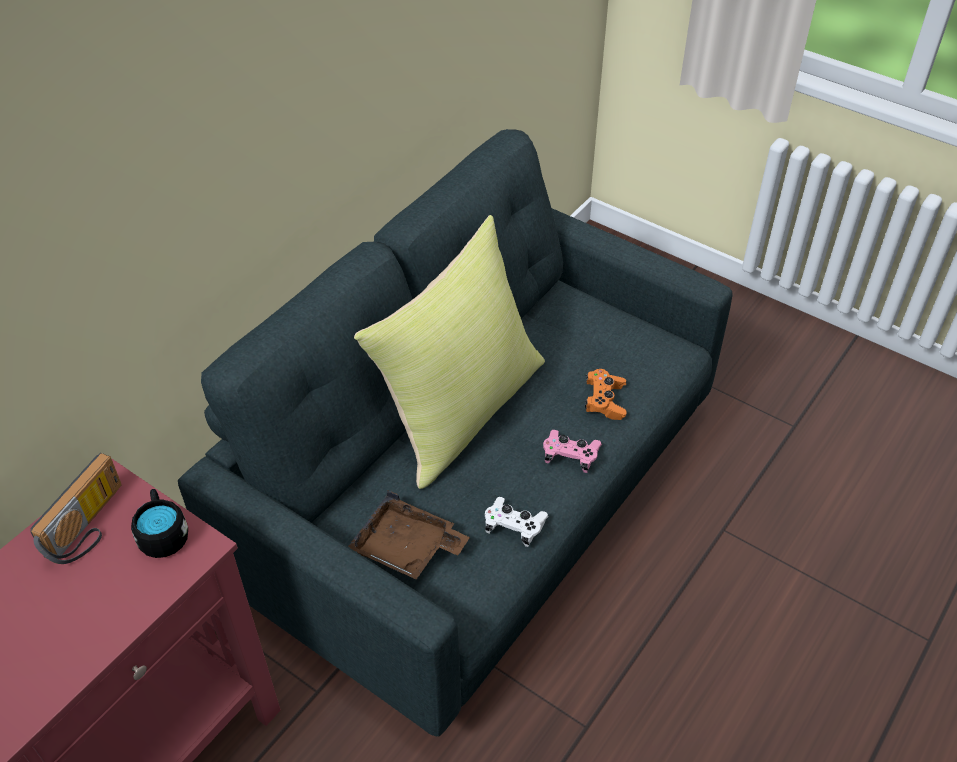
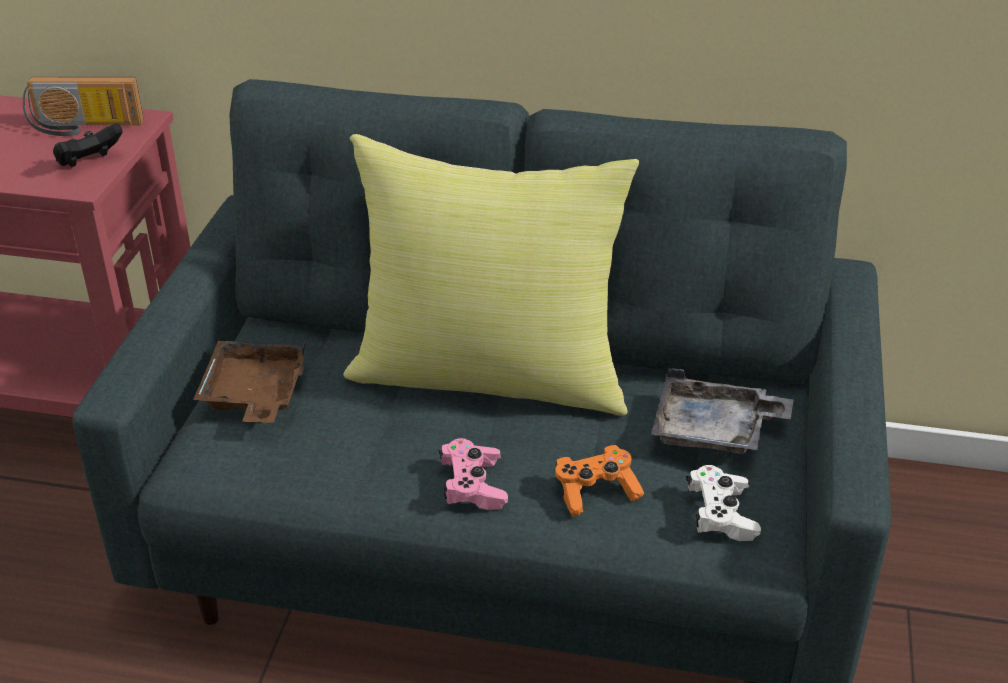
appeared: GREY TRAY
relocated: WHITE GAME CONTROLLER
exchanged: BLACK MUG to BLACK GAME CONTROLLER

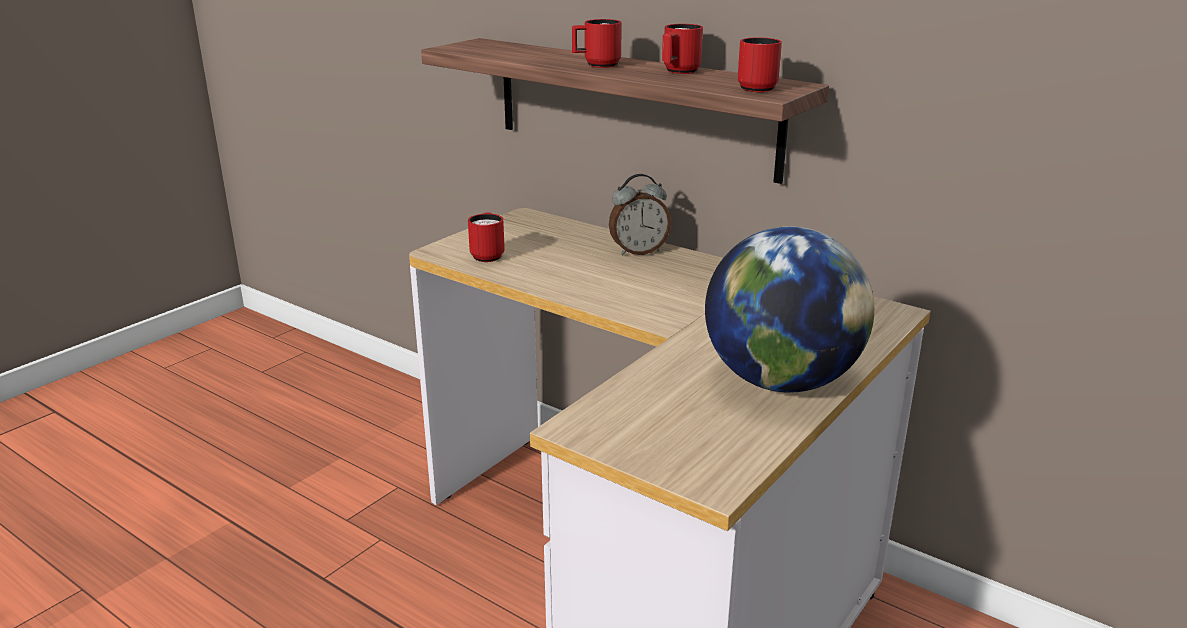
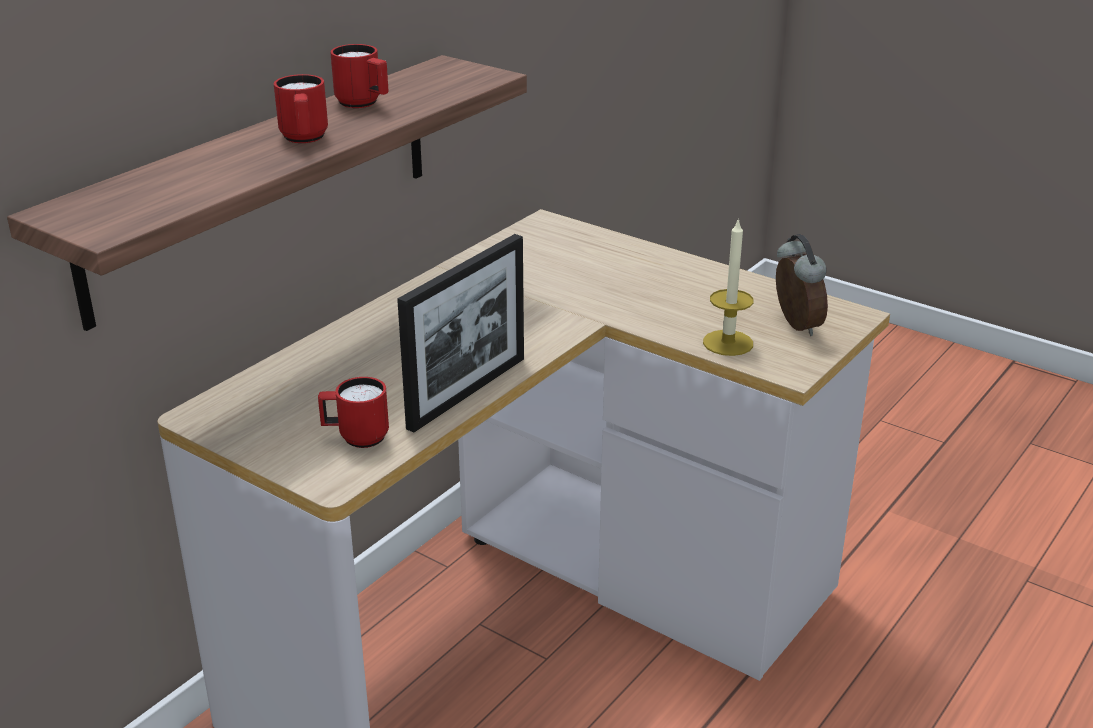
missing: GLOBE; RED MUG (no. 4 from left)
appeared: PICTURE FRAME; CANDLE
relocated: ALARM CLOCK

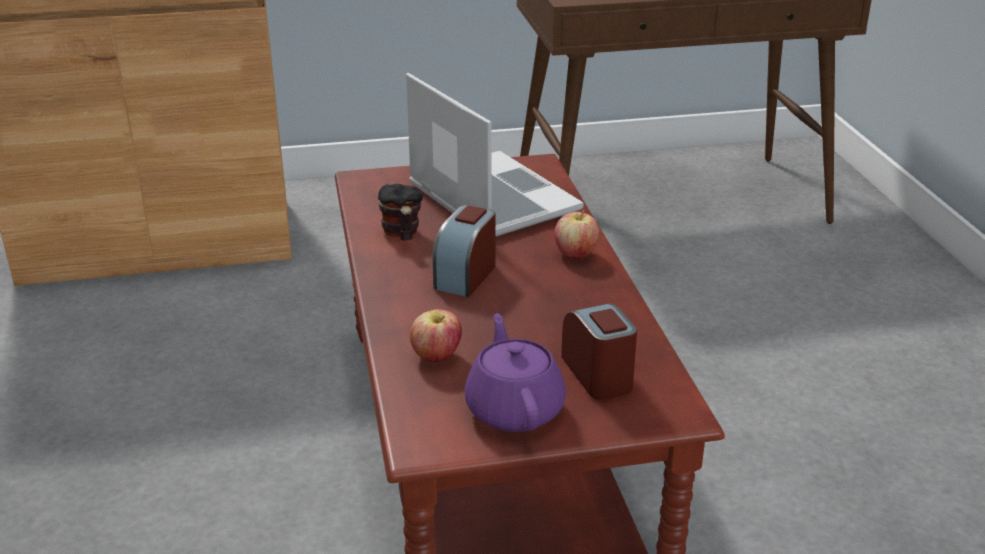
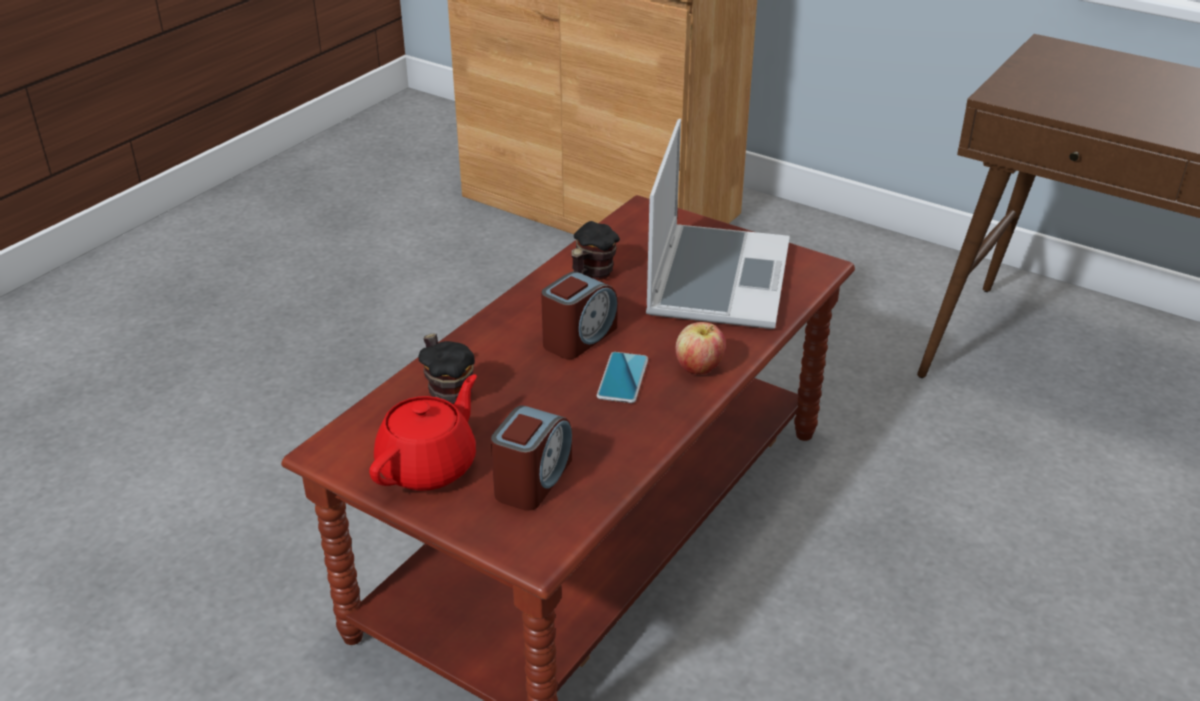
appeared: PHONE
exchanged: APPLE (no. 1 from left) to MUG (no. 1 from left)
colour: PURPLE TEAPOT to RED TEAPOT
spun: ALARM CLOCK (no. 1 from left in the first image) 150 degrees clockwise

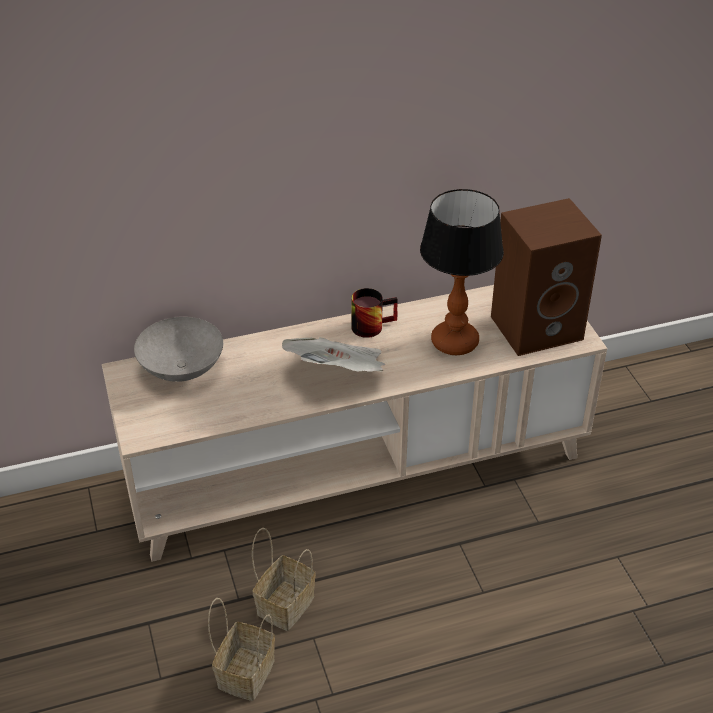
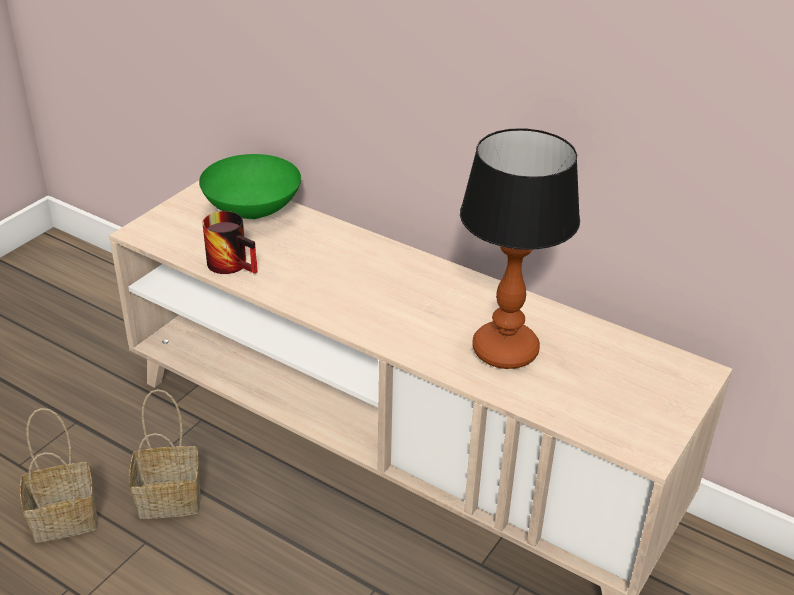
missing: NEWSPAPER; BROWN SPEAKER
relocated: MUG
colour: GREY BOWL to GREEN BOWL

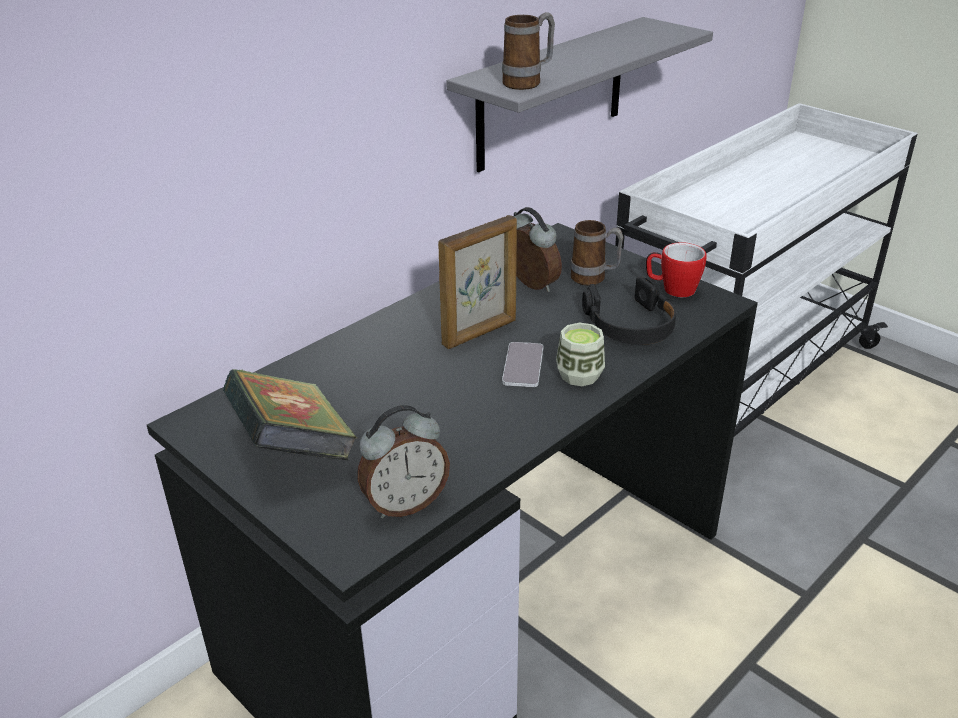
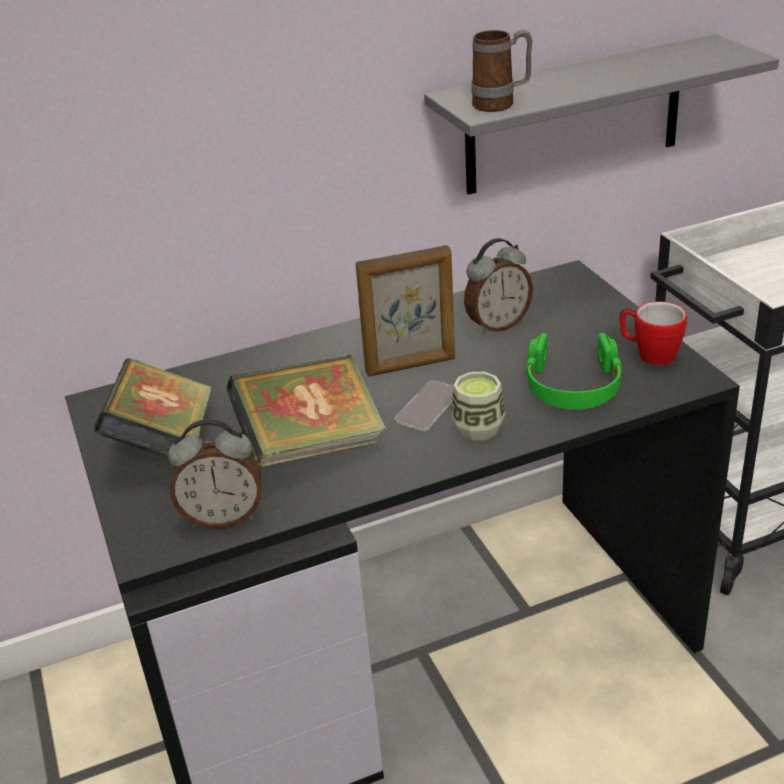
missing: MUG (no. 2 from left)
appeared: BOOK (no. 2 from left)
colour: BLACK HEADPHONES to GREEN HEADPHONES
spun: ALARM CLOCK (no. 2 from left) 75 degrees clockwise

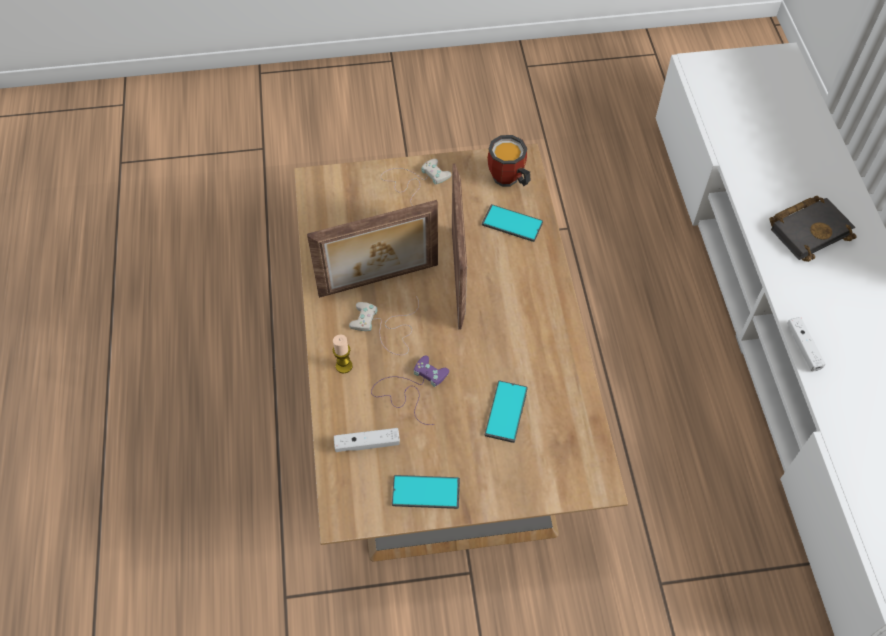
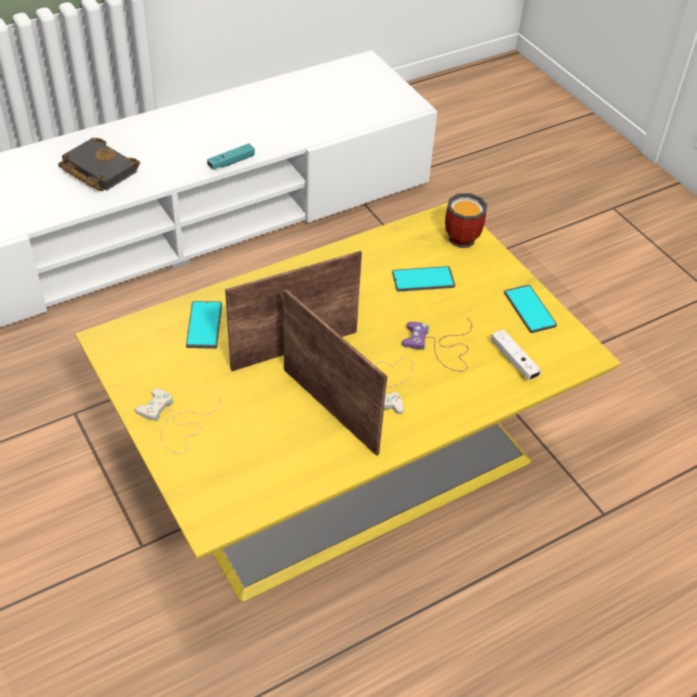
missing: CANDLE
relocated: MUG
colour: BROWN COFFEE TABLE to YELLOW COFFEE TABLE; WHITE GAME CONTROLLER (no. 4 from left) to TURQUOISE GAME CONTROLLER

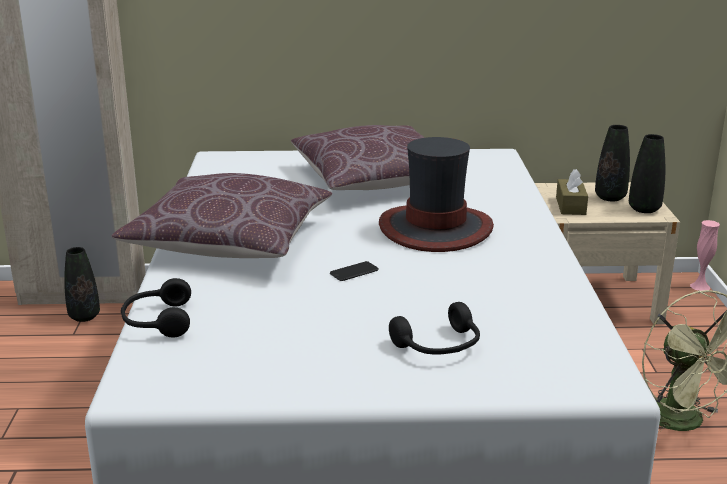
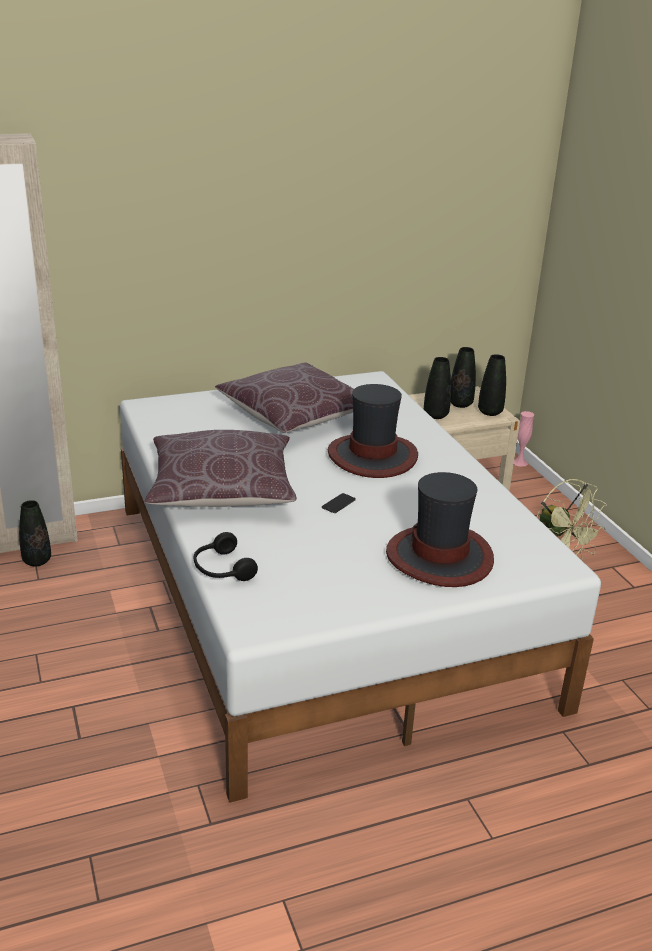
exchanged: BLACK HEADPHONES (no. 2 from left) to HAT (no. 2 from left); BROWN TISSUE BOX to BLACK VASE (no. 2 from left)

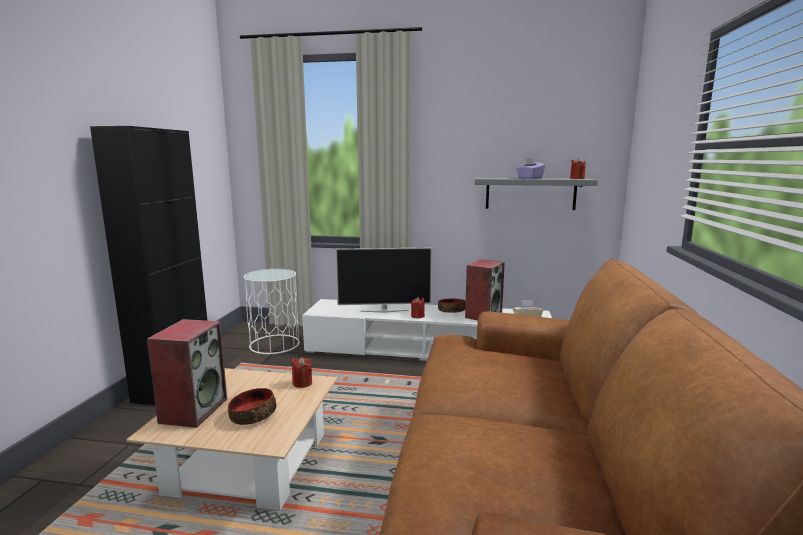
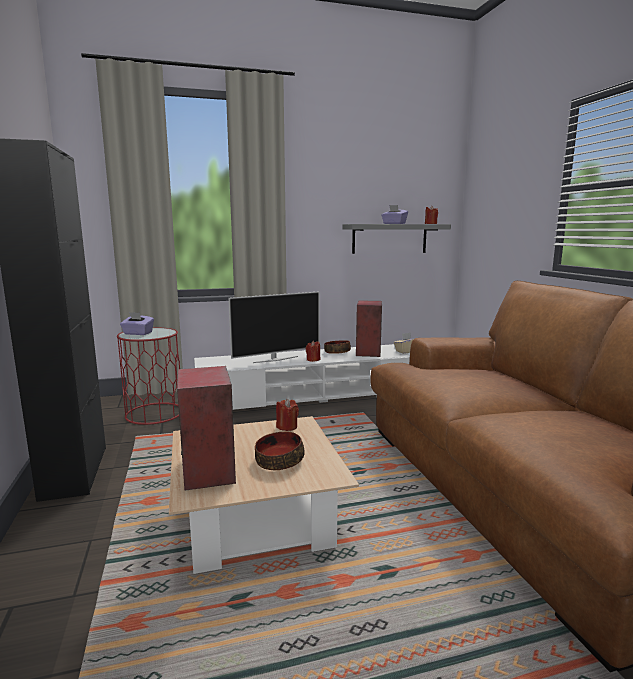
appeared: PURPLE TISSUE BOX (no. 1 from left)
colour: WHITE SIDE TABLE to RED SIDE TABLE

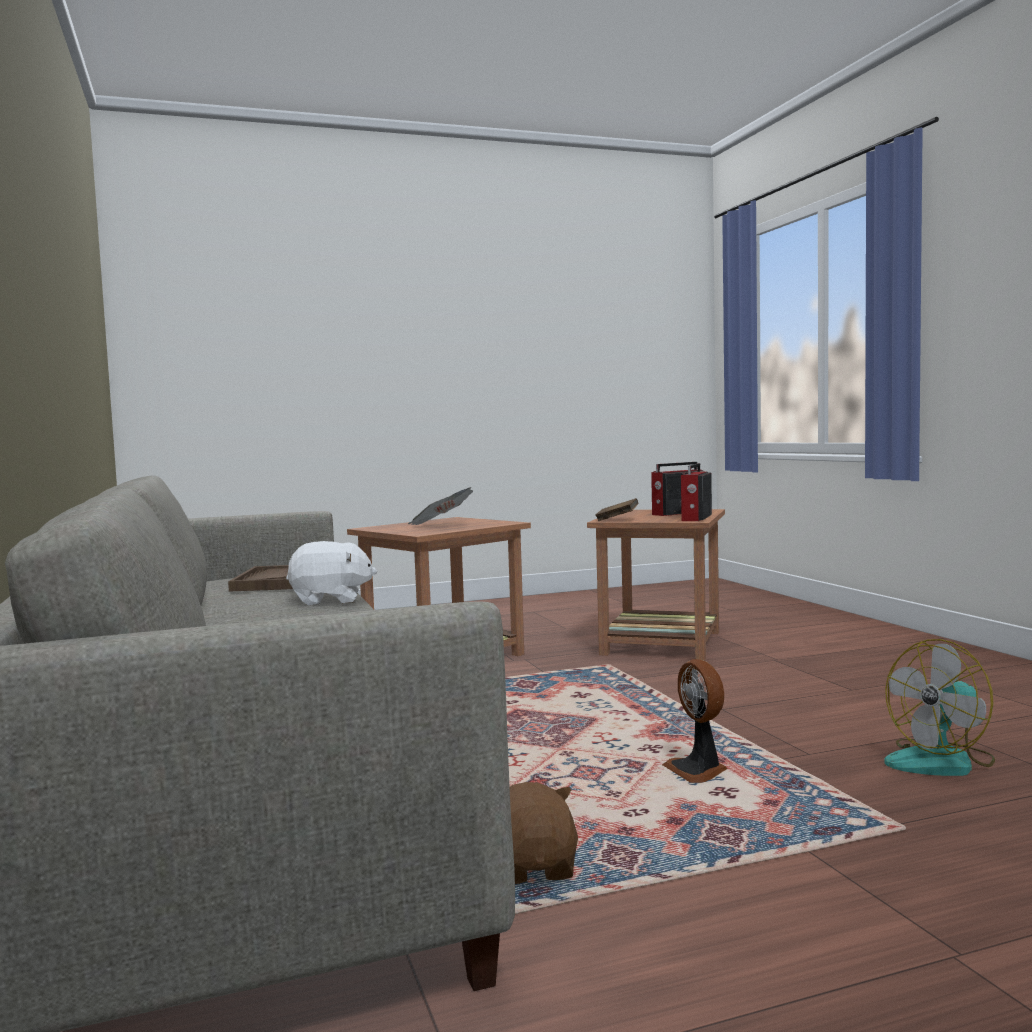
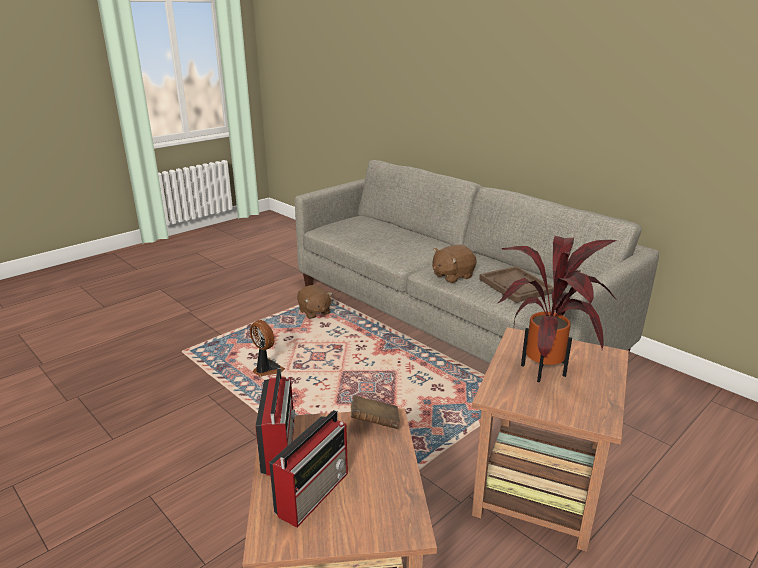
missing: FAN (no. 2 from left)
exchanged: NEWSPAPER to POTTED PLANT
colour: WHITE PLUSH TOY to BROWN PLUSH TOY (no. 2 from left)

